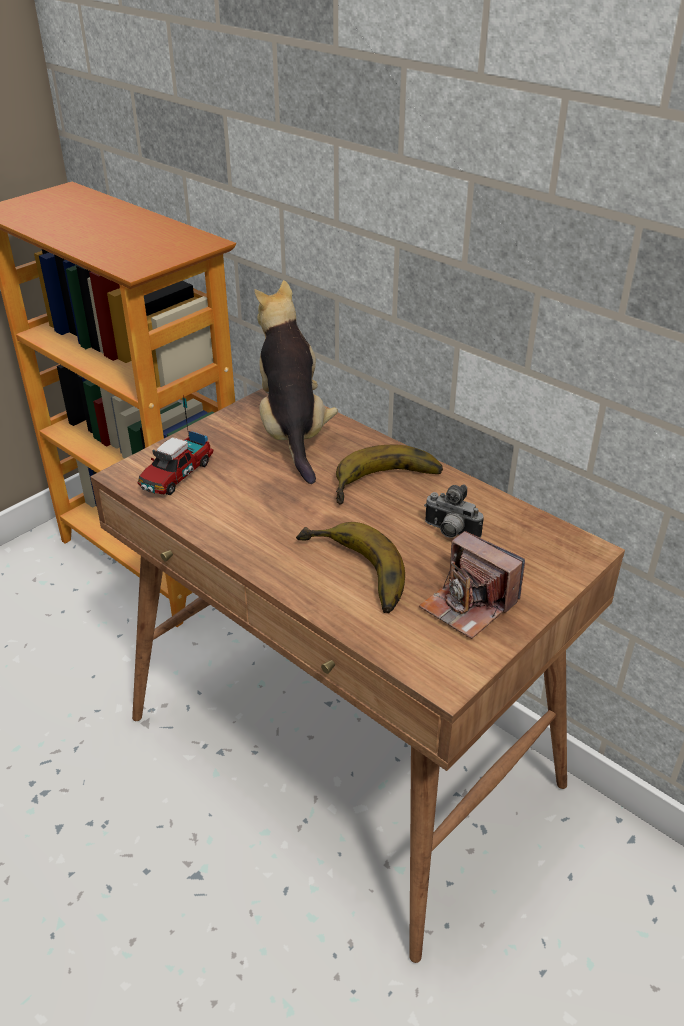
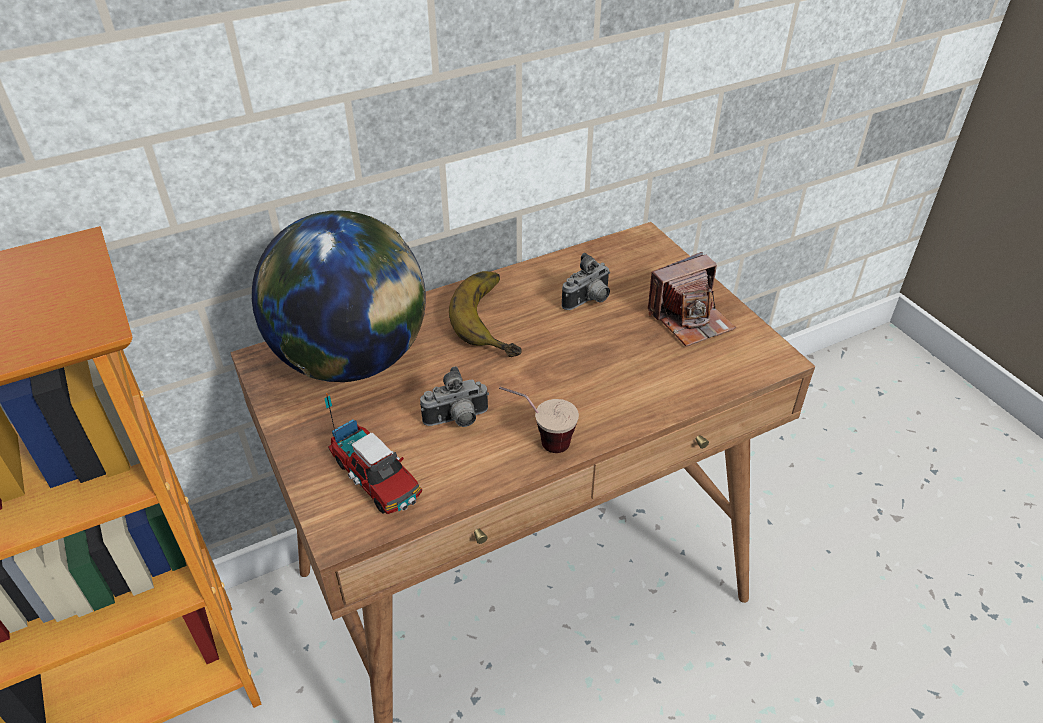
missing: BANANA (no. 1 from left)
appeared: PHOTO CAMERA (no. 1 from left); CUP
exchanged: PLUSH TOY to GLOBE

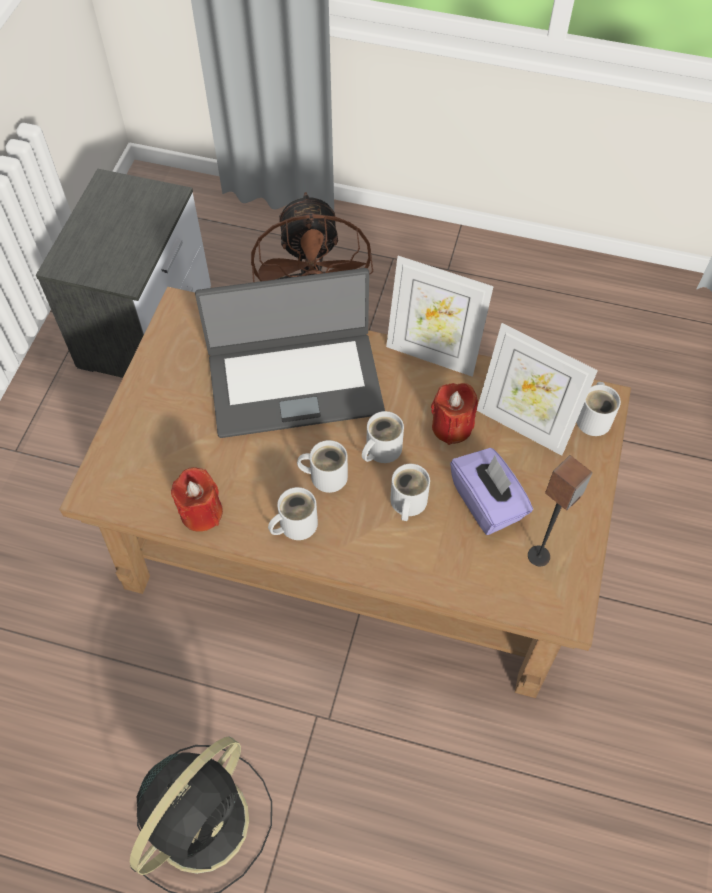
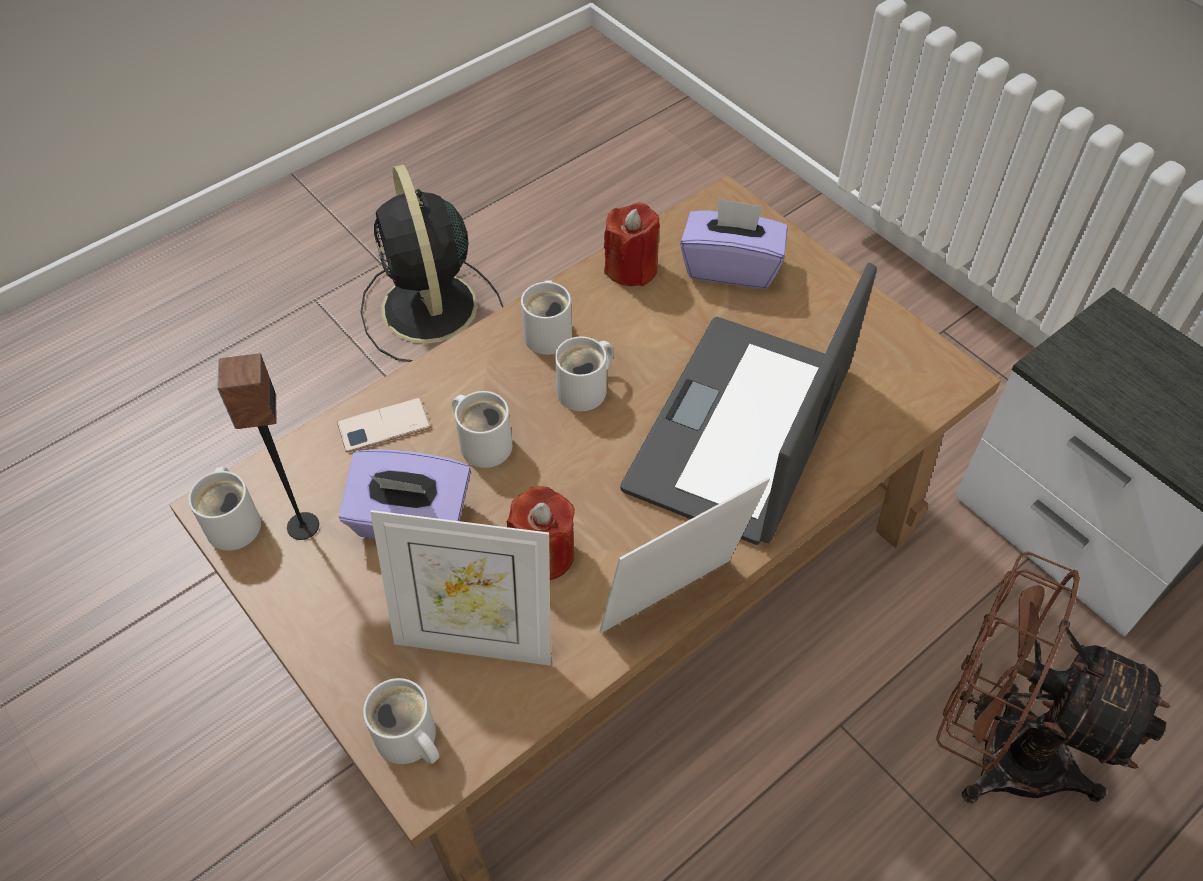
appeared: PHONE; PURPLE TISSUE BOX (no. 2 from left)
relocated: WHITE MUG (no. 3 from left in the first image) to WHITE MUG (no. 1 from left)
spun: PICTURE FRAME (no. 2 from left in the first image) 150 degrees counterclockwise

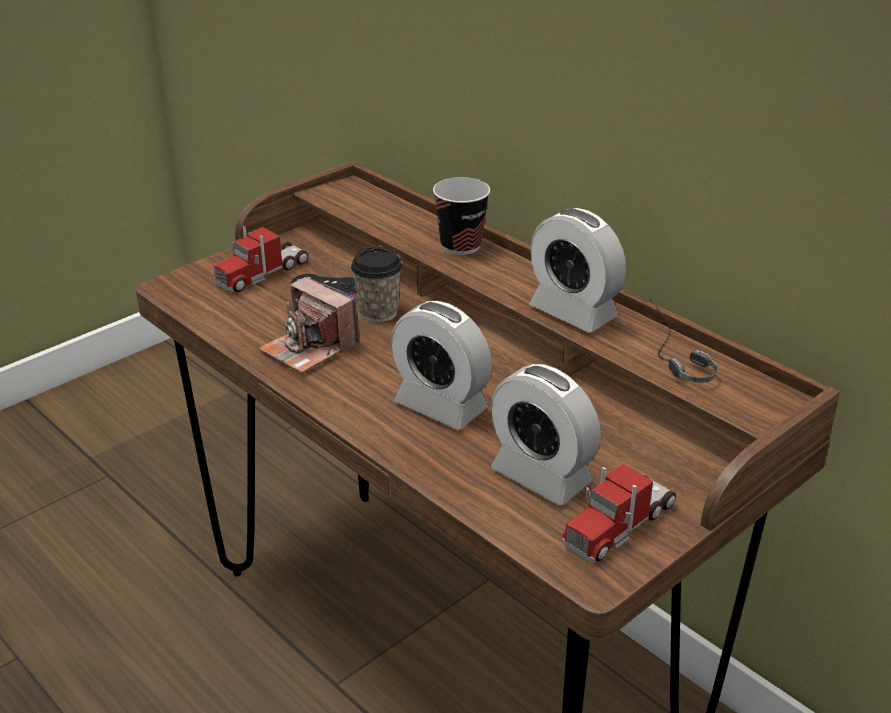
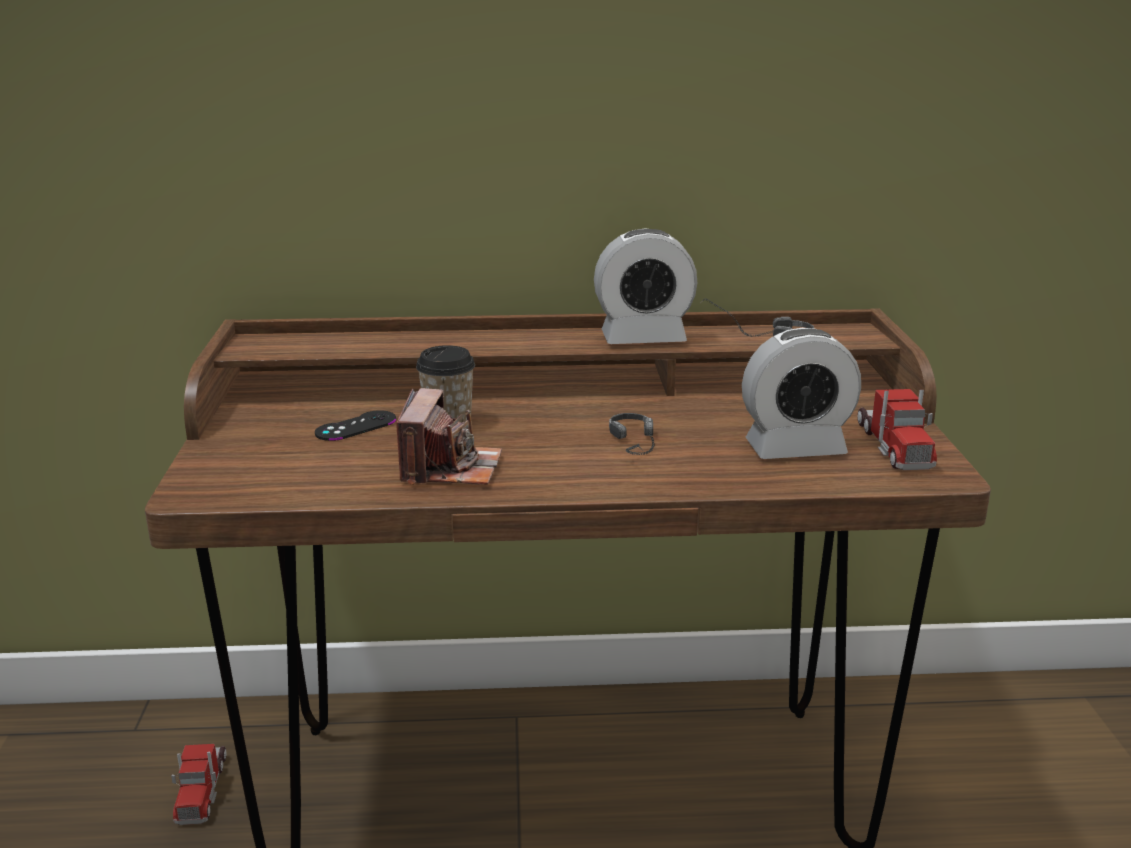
missing: CUP (no. 2 from left)
relocated: TOY TRUCK (no. 1 from left)
exchanged: ALARM CLOCK (no. 1 from left) to HEADPHONES (no. 1 from left)
spun: PHOTO CAMERA 75 degrees counterclockwise

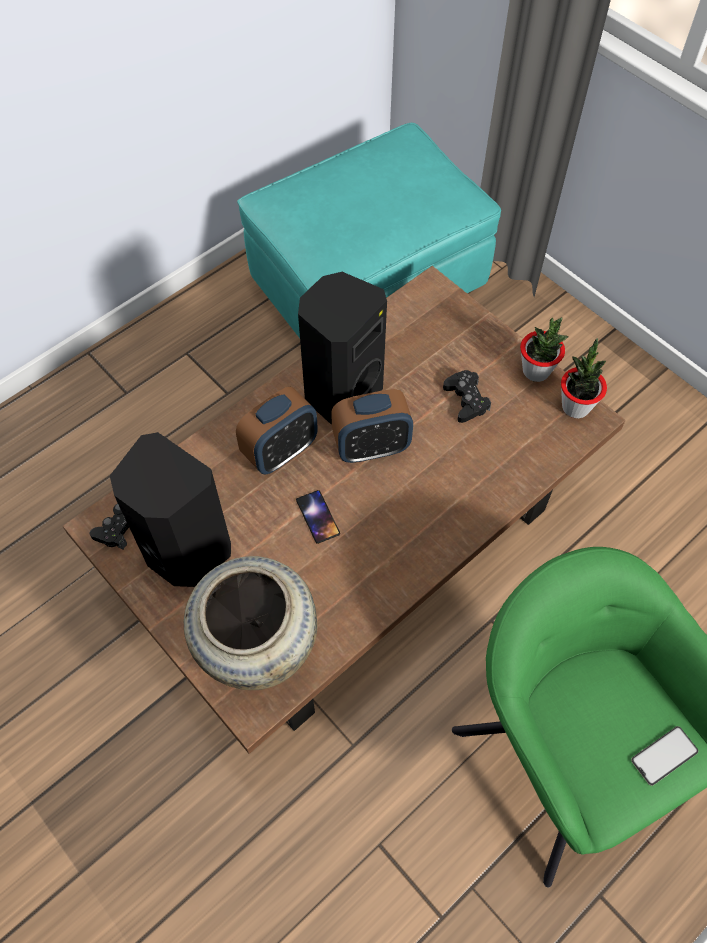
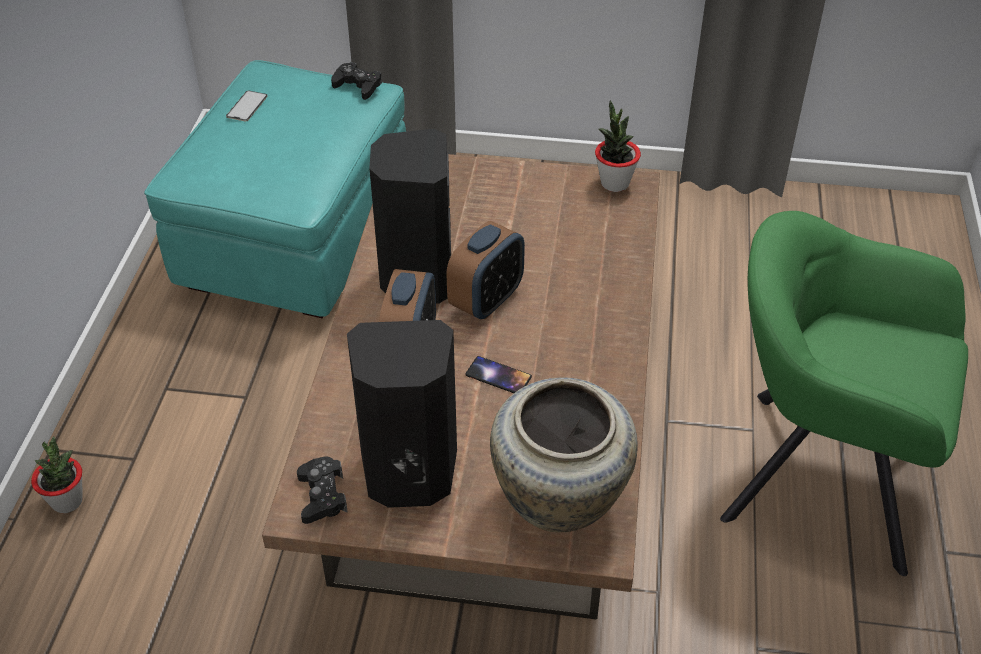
relocated: POTTED PLANT (no. 1 from left); PHONE (no. 2 from left in the first image) to PHONE (no. 1 from left); BLACK GAME CONTROLLER (no. 2 from left)

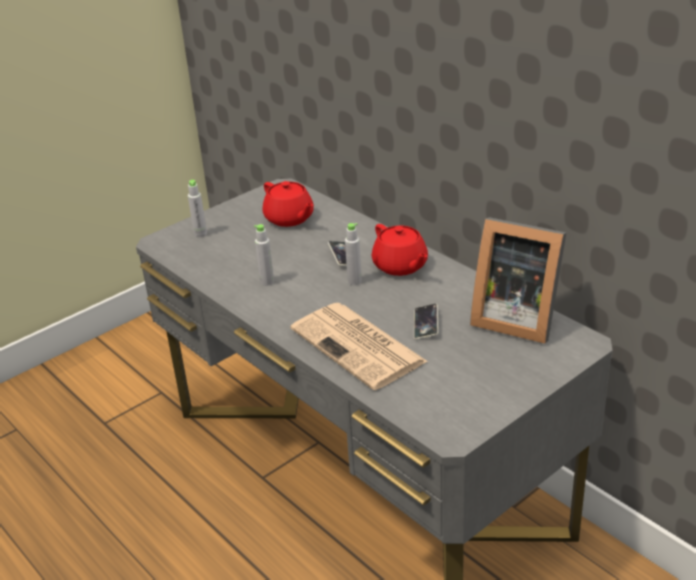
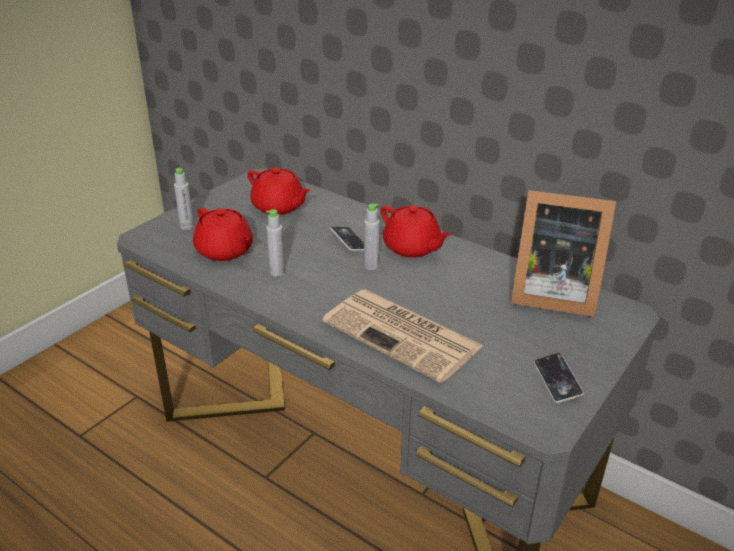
appeared: RED TEAPOT (no. 1 from left)
relocated: PHONE (no. 2 from left)

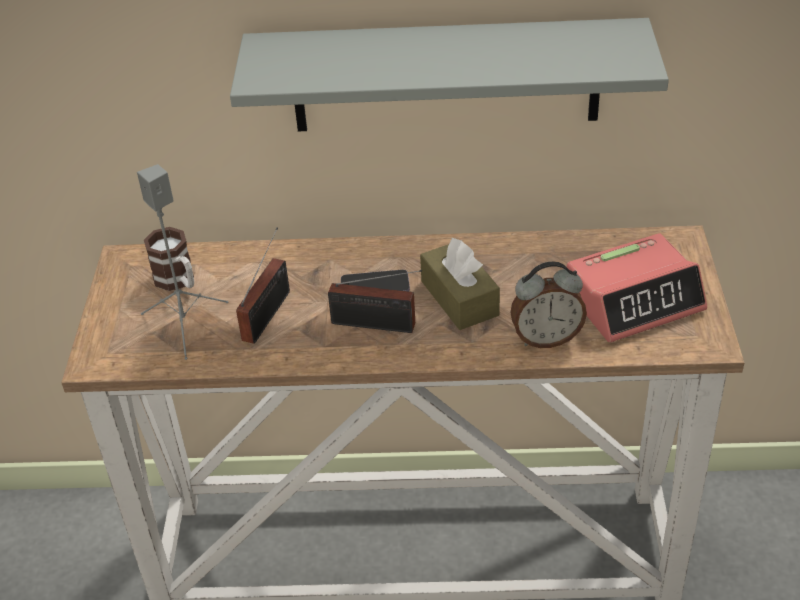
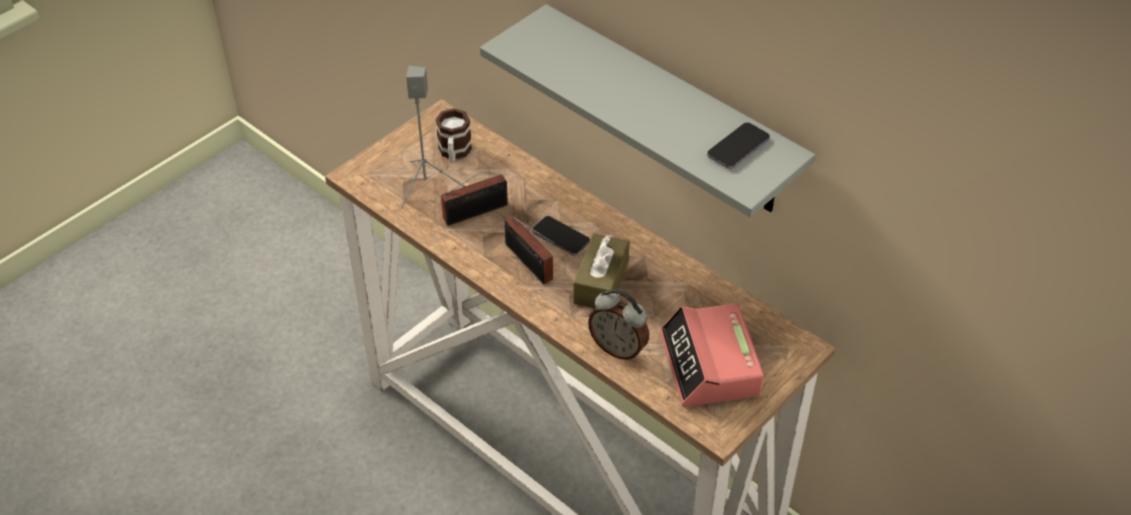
appeared: PHONE (no. 2 from left)
spun: ALARM CLOCK (no. 2 from left) 60 degrees clockwise

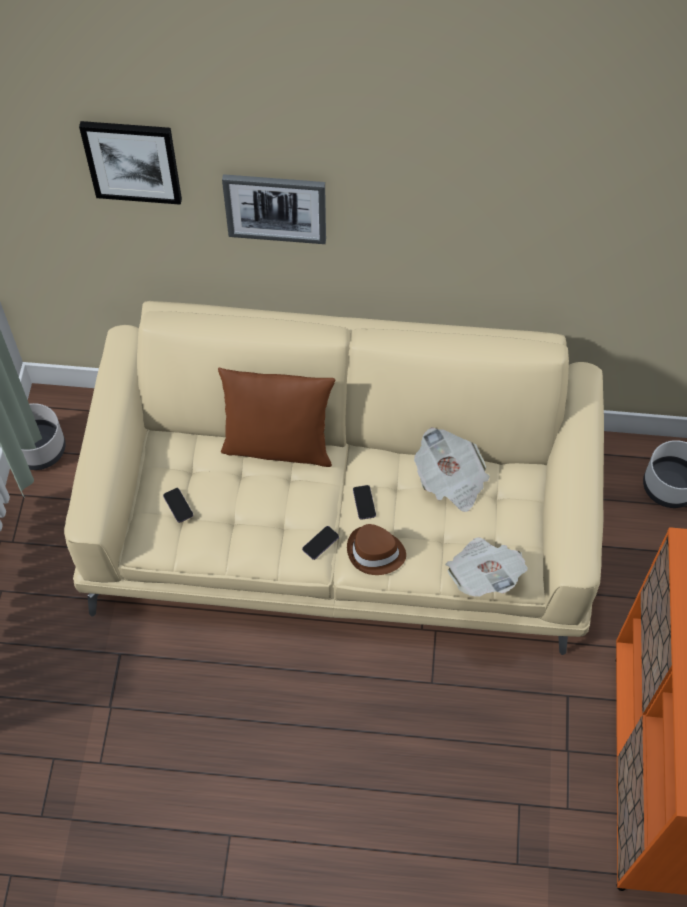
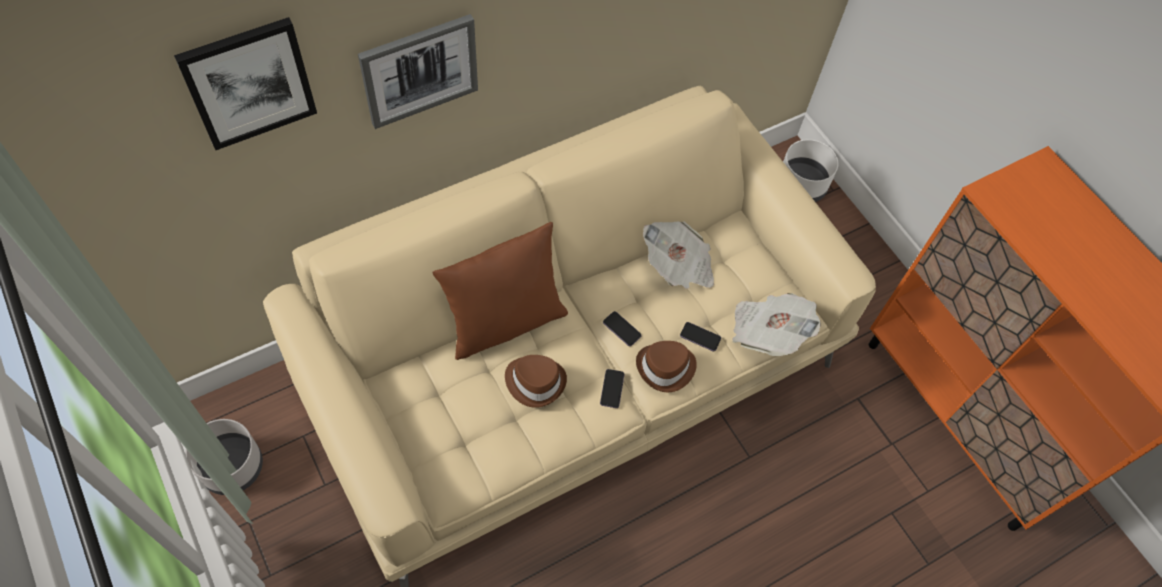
appeared: BROWN HAT (no. 1 from left)
relocated: PHONE (no. 1 from left in the first image) to PHONE (no. 3 from left)

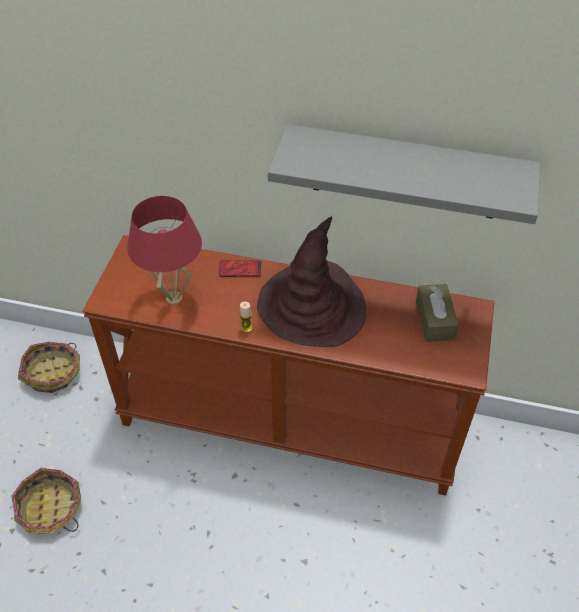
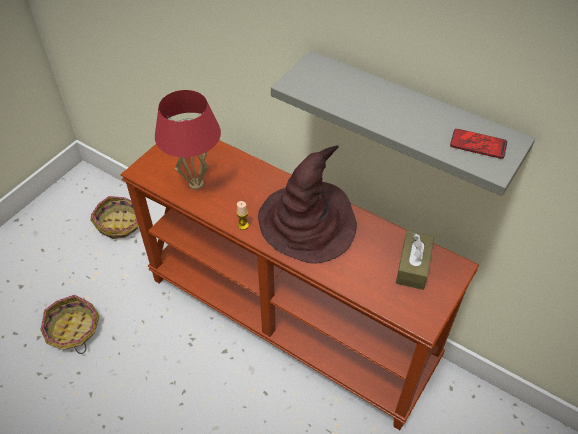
relocated: PHONE

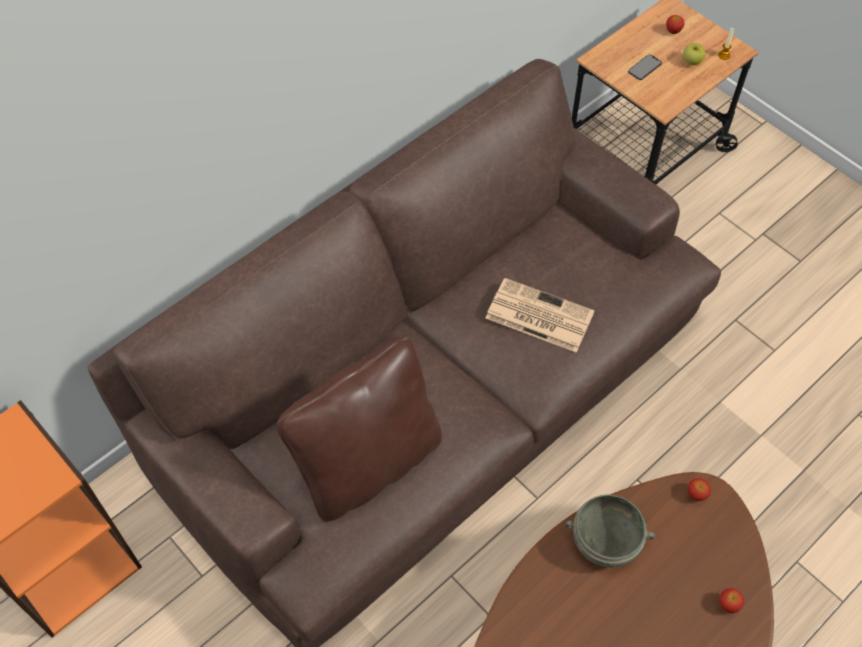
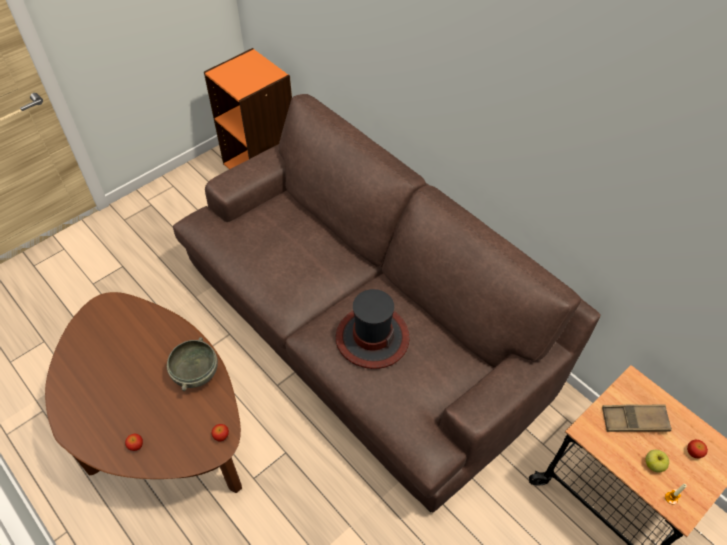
missing: BROWN PILLOW
exchanged: NEWSPAPER to HAT; PHONE to BROWN TRAY

